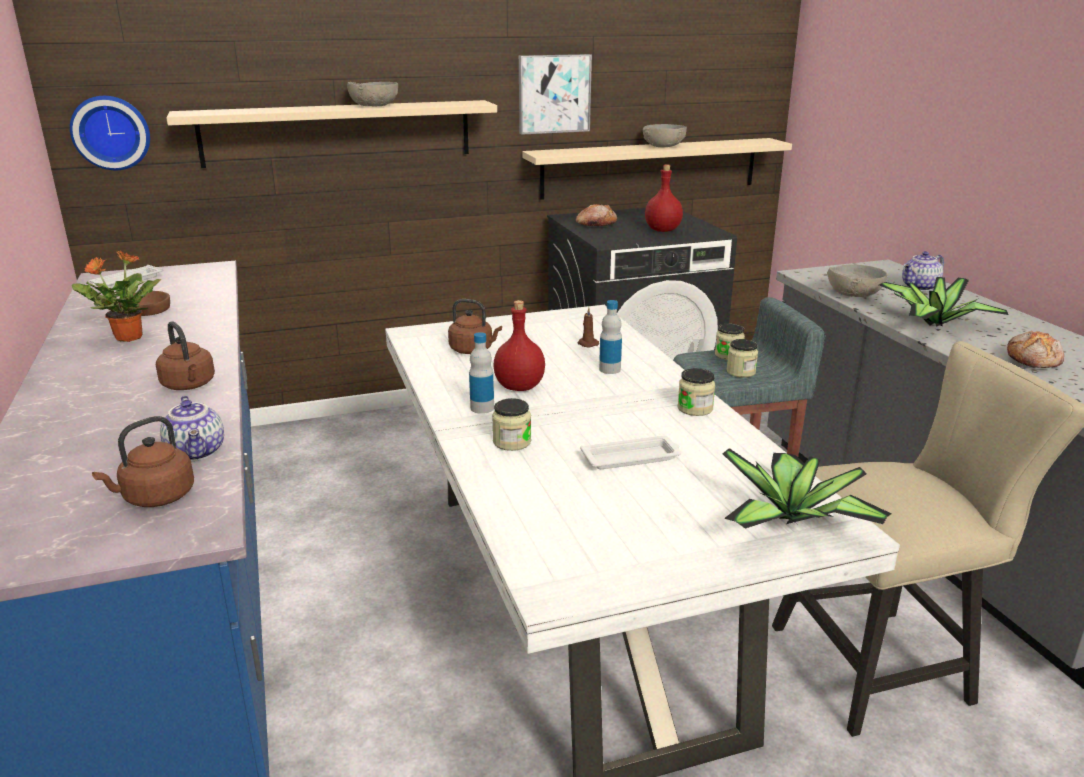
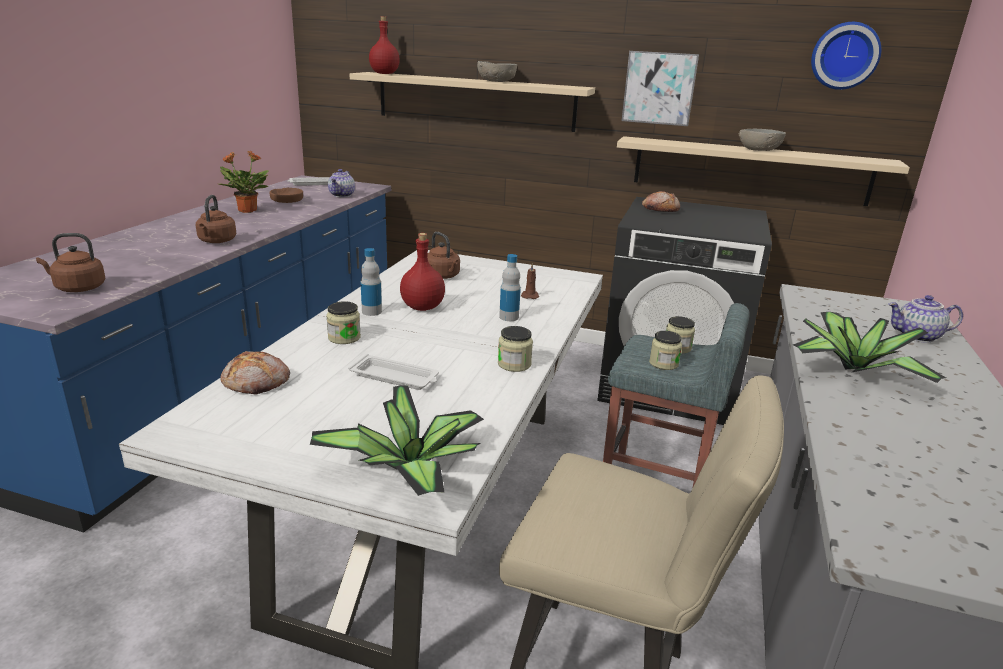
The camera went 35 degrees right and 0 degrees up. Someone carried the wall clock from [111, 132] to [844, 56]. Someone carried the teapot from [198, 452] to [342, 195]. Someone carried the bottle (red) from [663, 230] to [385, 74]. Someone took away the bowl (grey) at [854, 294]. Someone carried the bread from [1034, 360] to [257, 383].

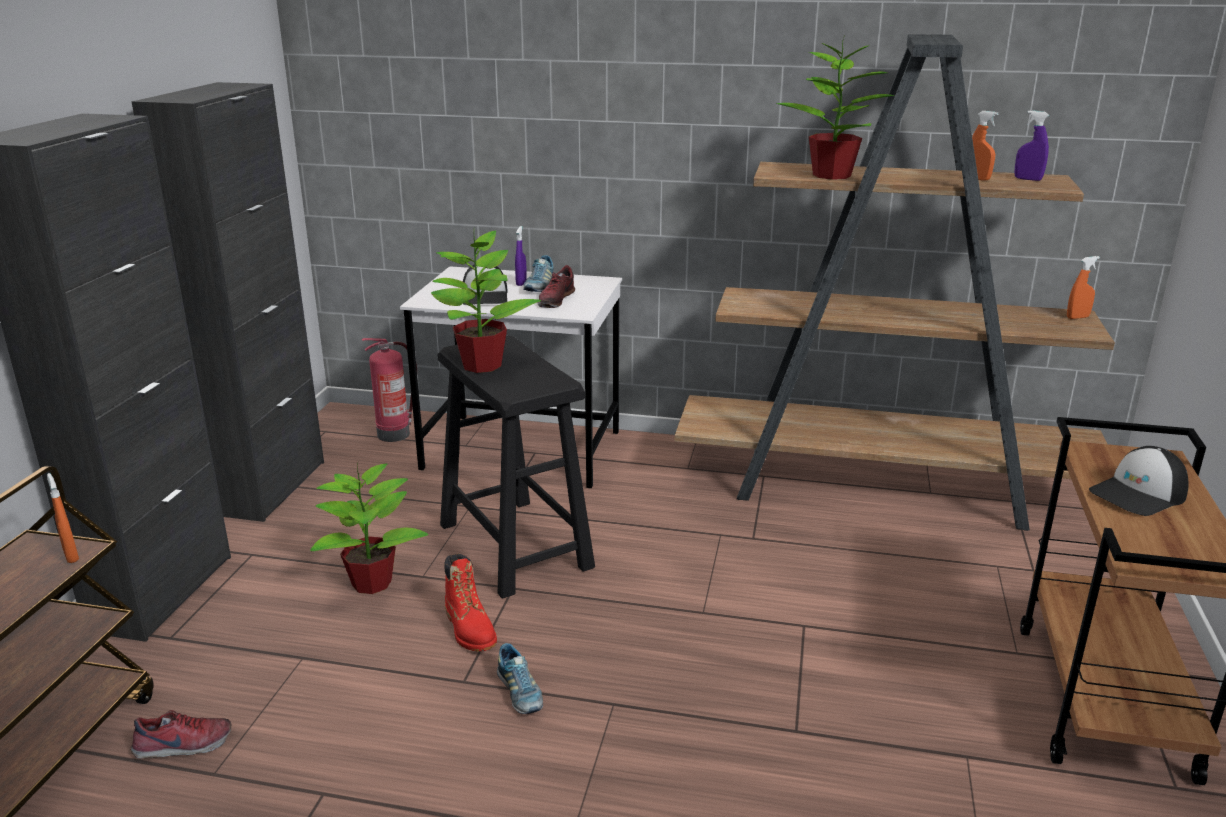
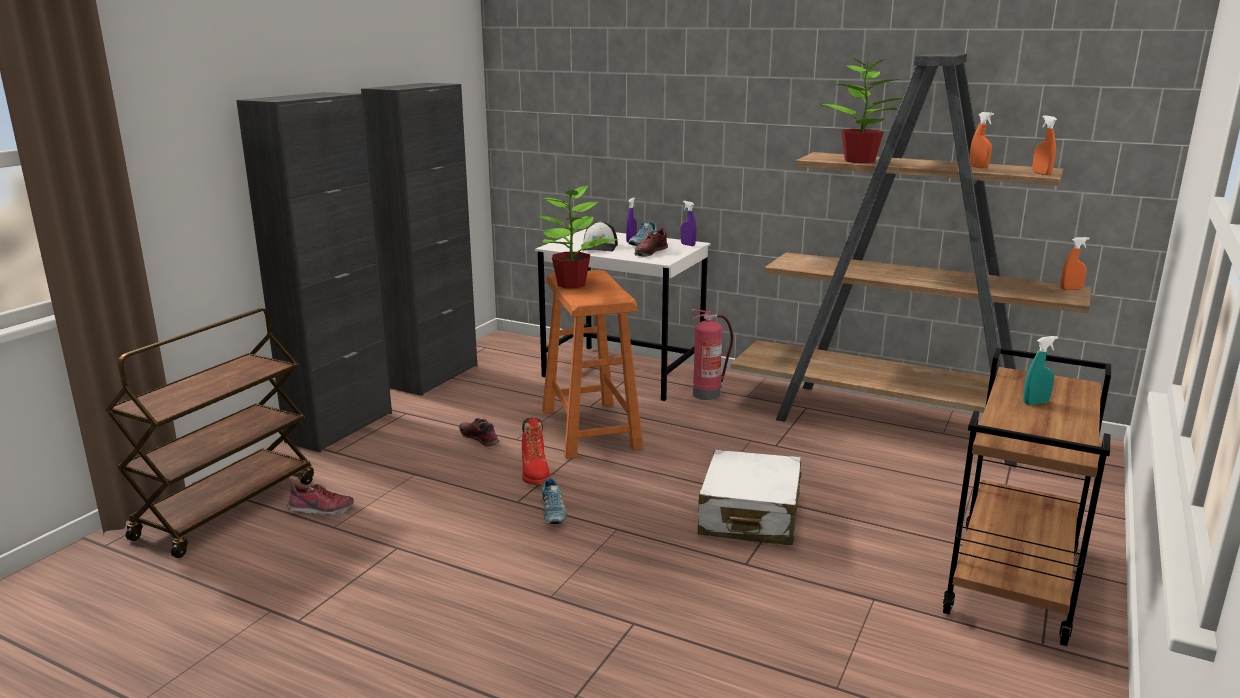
The camera went 15 degrees right and 5 degrees down. Someone carried the spray bottle (orange) from [71, 556] to [1041, 173]. Someone swapped the potted plant at [373, 582] for the shoe at [480, 438]. Someone carried the fire extinguisher from [395, 434] to [707, 394]. Someone repainted the stool (black) at [514, 545], which became the stool (orange) at [590, 429]. Someone carried the spray bottle (purple) from [1028, 179] to [688, 245]. Someone swapped the cap at [1139, 494] for the spray bottle (turquoise) at [1035, 403]. Someone put down the suitcase (white) at [750, 516].

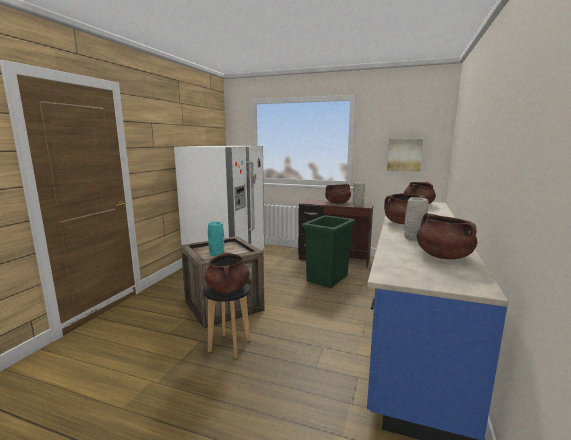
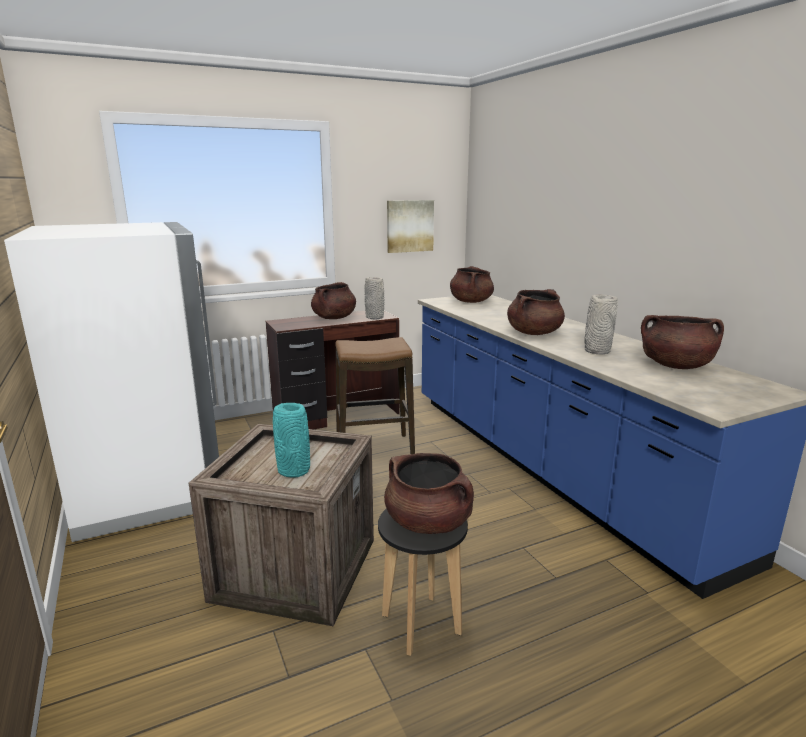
The camera went 45 degrees left and 5 degrees up. Someone swapped the trash can (green) at [326, 278] for the stool at [374, 449].

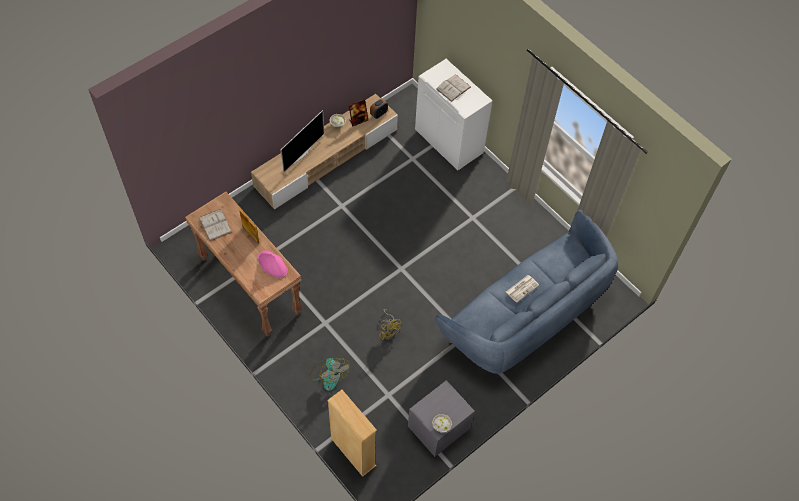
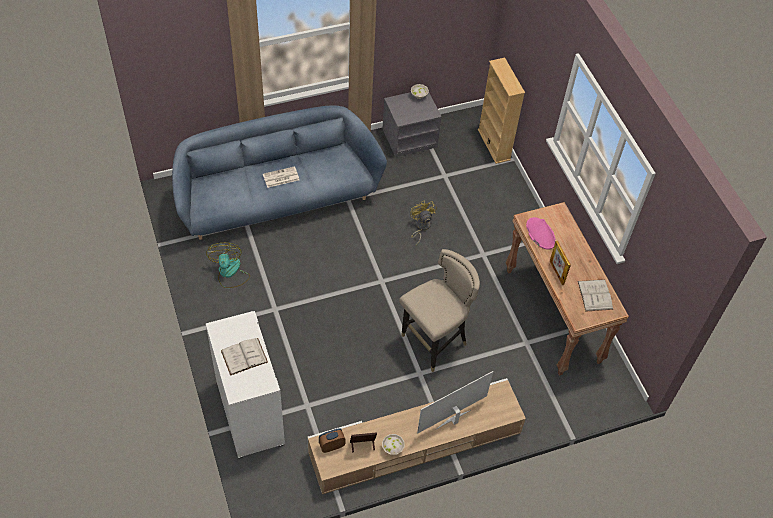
The camera went 160 degrees left and 5 degrees down. Someone carried the fan from [328, 374] to [229, 273]. Someone put down the stool (beige) at [434, 343].

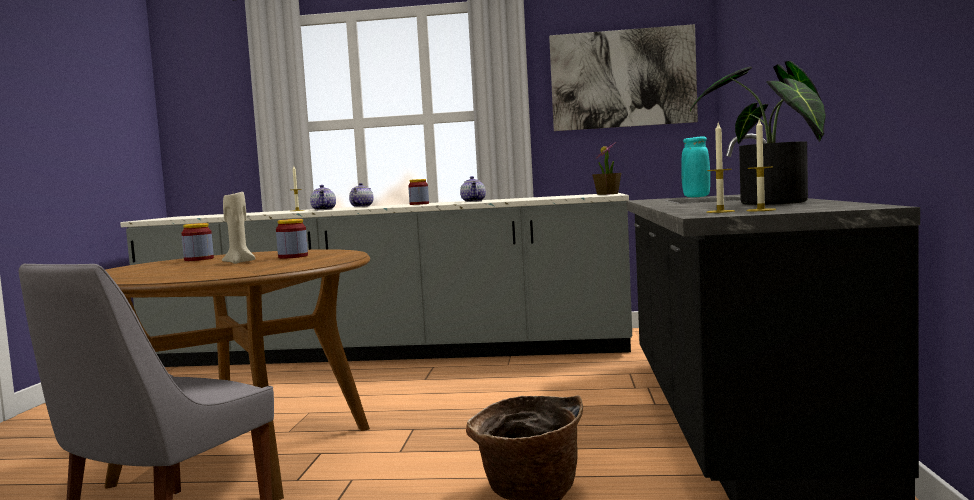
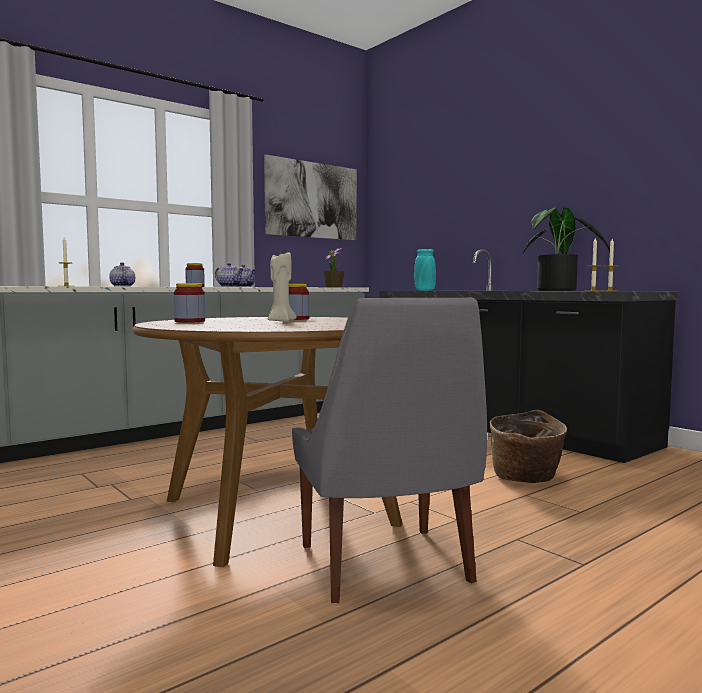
The camera went 45 degrees left and 0 degrees up. Someone carried the teapot from [324, 209] to [230, 286].

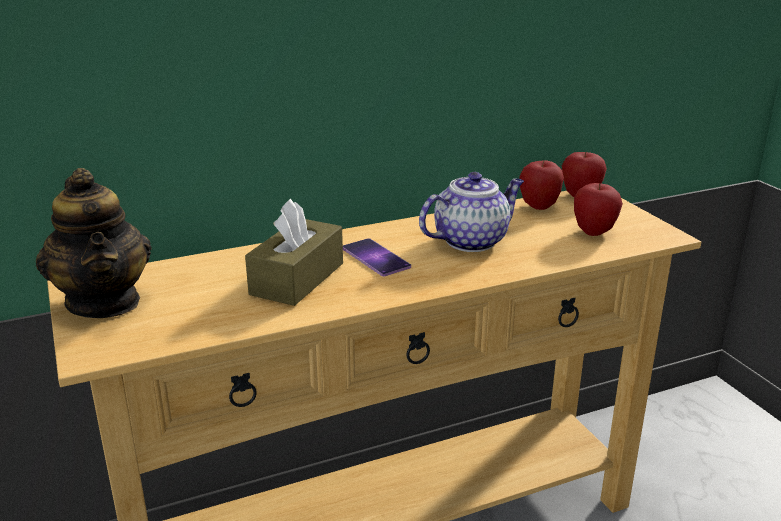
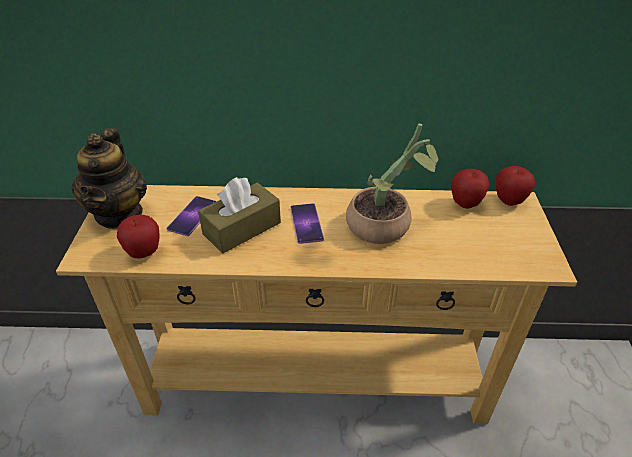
The camera went 25 degrees right and 15 degrees up. Someone swapped the teapot at [471, 241] for the potted plant at [386, 226]. Someone carried the apple from [594, 232] to [144, 253]. Someone put down the phone at [192, 216].

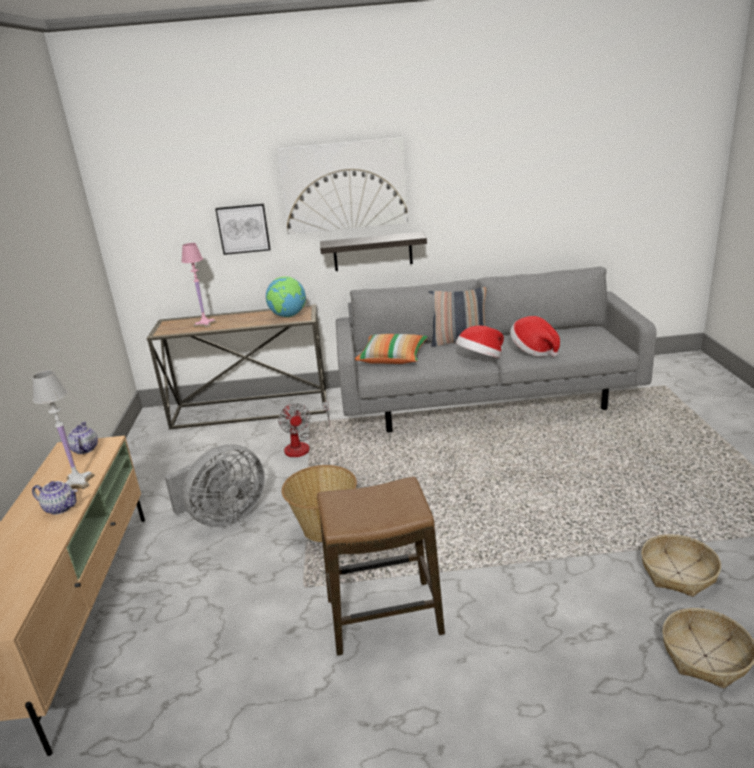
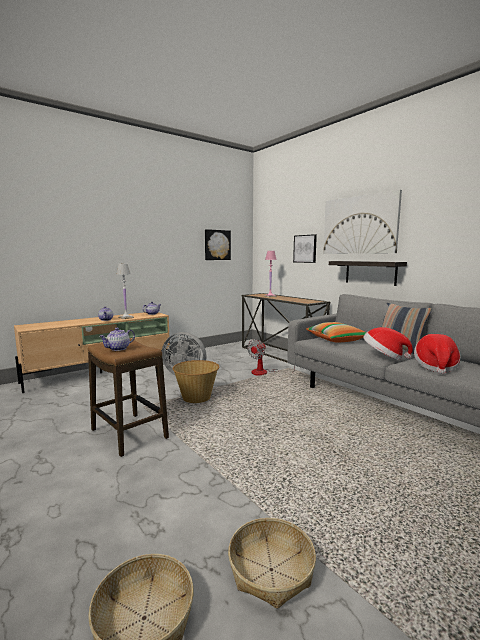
The camera went 55 degrees right and 15 degrees down. Someone took away the globe at [288, 316]. Someone put down the teapot at [118, 349]. Someone put up the picture at [217, 245].

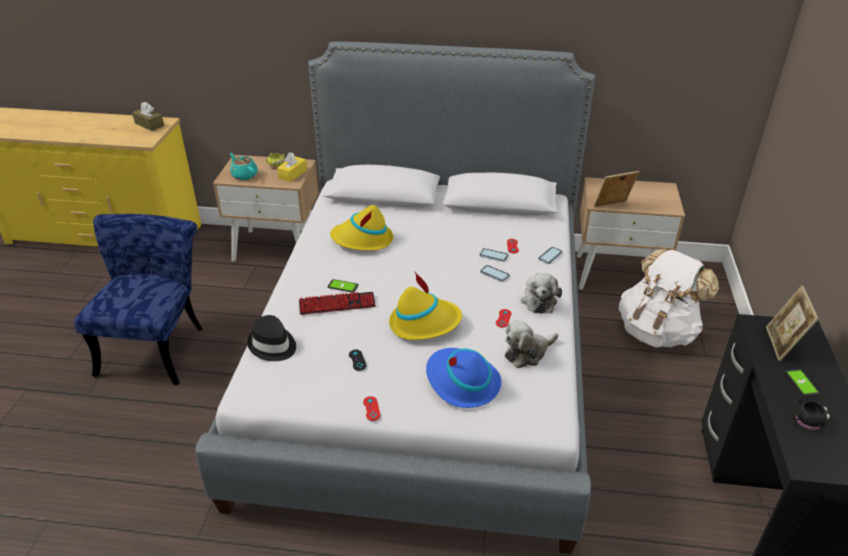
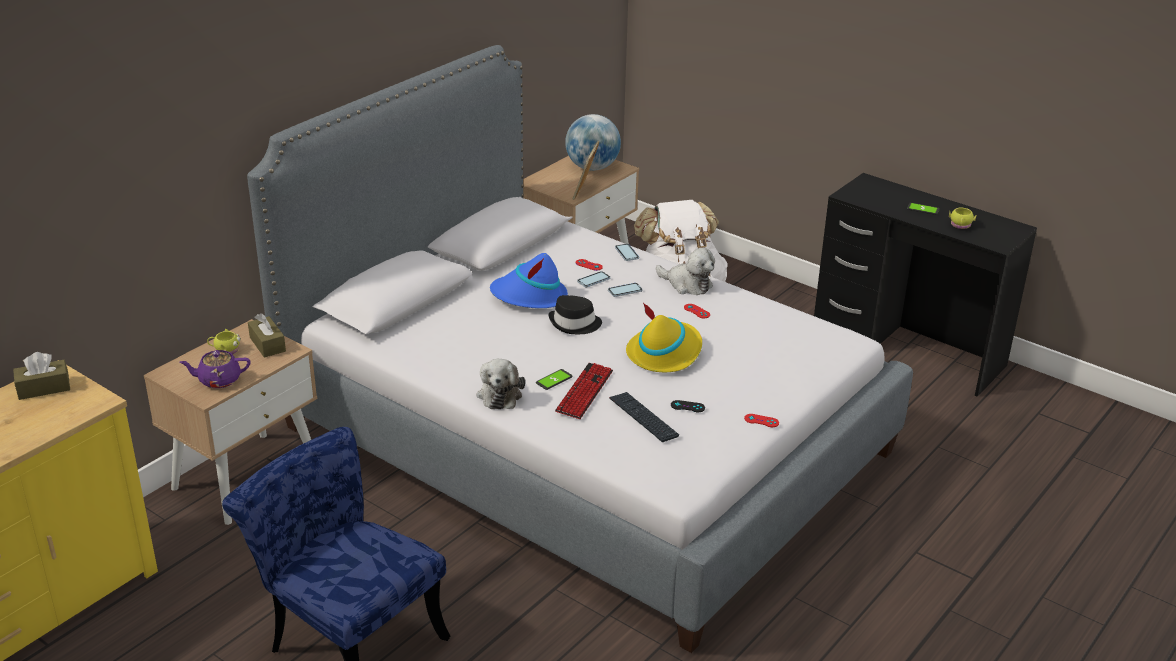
The camera went 60 degrees left and 5 degrees down. Someone repainted the teapot (turquoise) at [244, 175], which became the teapot (purple) at [218, 380]. Someone carried the hat (black) from [272, 345] to [575, 324]. Someone repainted the tissue box (yellow) at [293, 174], which became the tissue box (brown) at [267, 344]. Someone took away the hat (yellow) at [362, 240]. Someone carried the hat (blue) from [462, 382] to [529, 297]. Someone carried the plush toy from [527, 353] to [500, 394]. Someone took away the picture frame at [782, 345]. Someone repainted the mug (black) at [806, 422], which became the mug (yellow) at [960, 225]. Someone put down the globe at [592, 168]. Someone put down the keyboard at [643, 418].

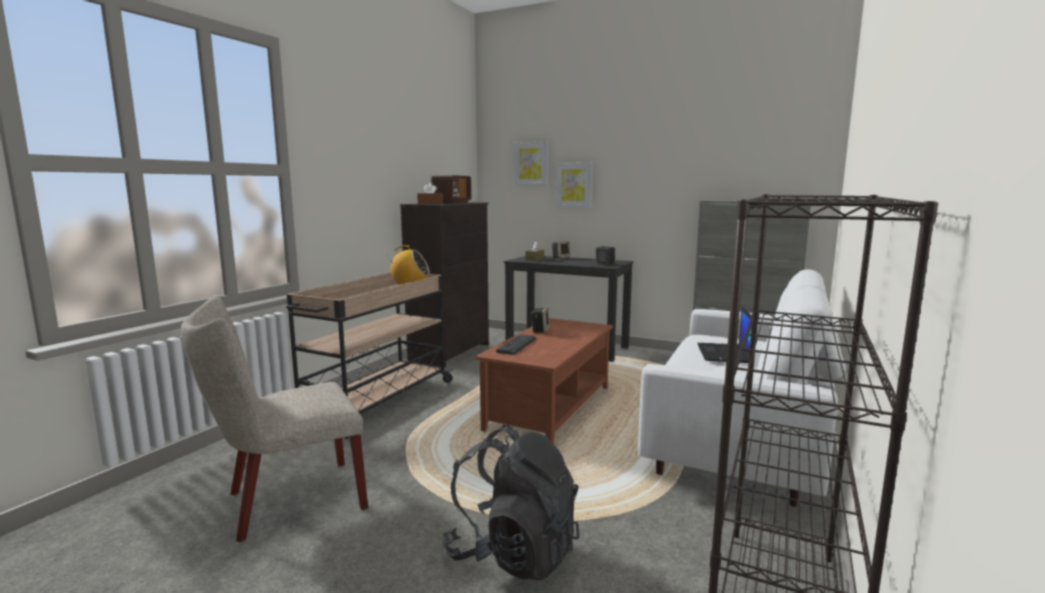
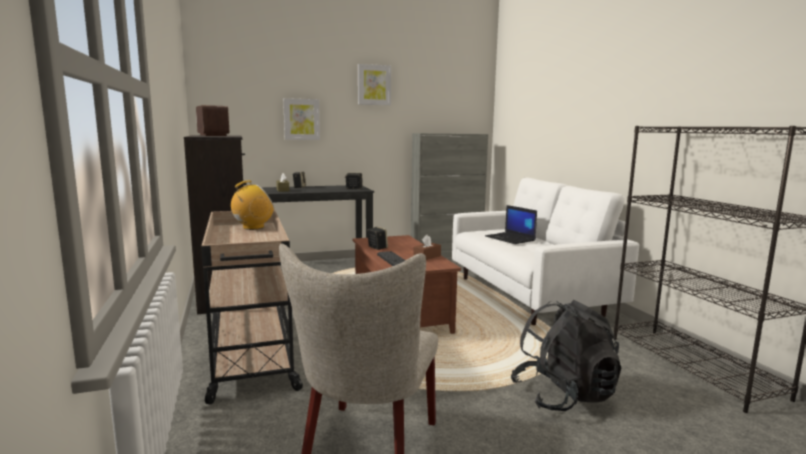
The camera went 45 degrees left and 0 degrees up. Someone carried the tissue box (brown) from [430, 203] to [427, 257]. Someone carried the picture from [531, 163] to [374, 85].

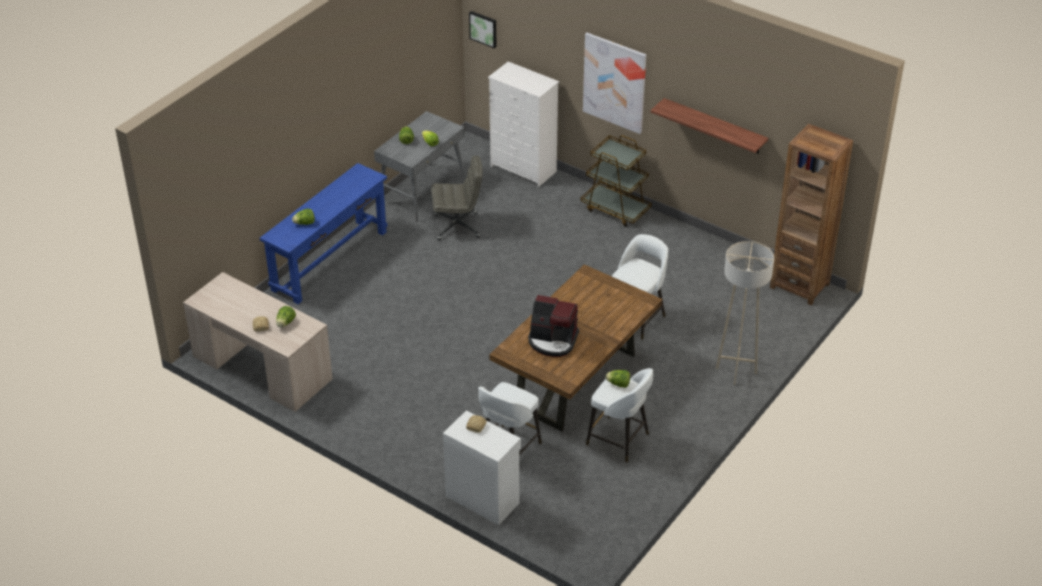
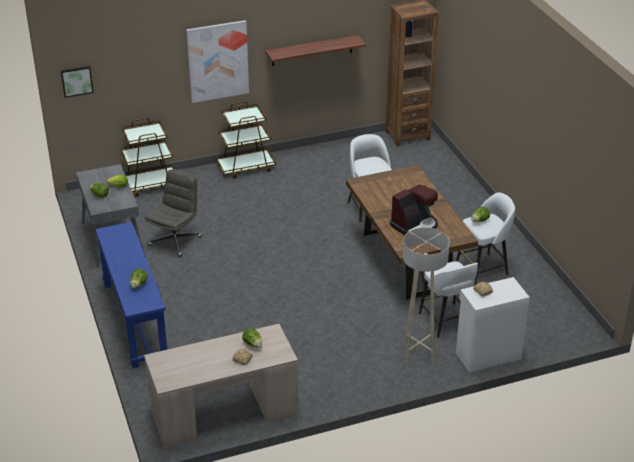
The camera went 55 degrees left and 5 degrees down. Someone swapped the dresser (white) at [523, 169] for the cart (brown) at [150, 185]. Someone carried the floor lamp (beige) from [736, 371] to [418, 354].

